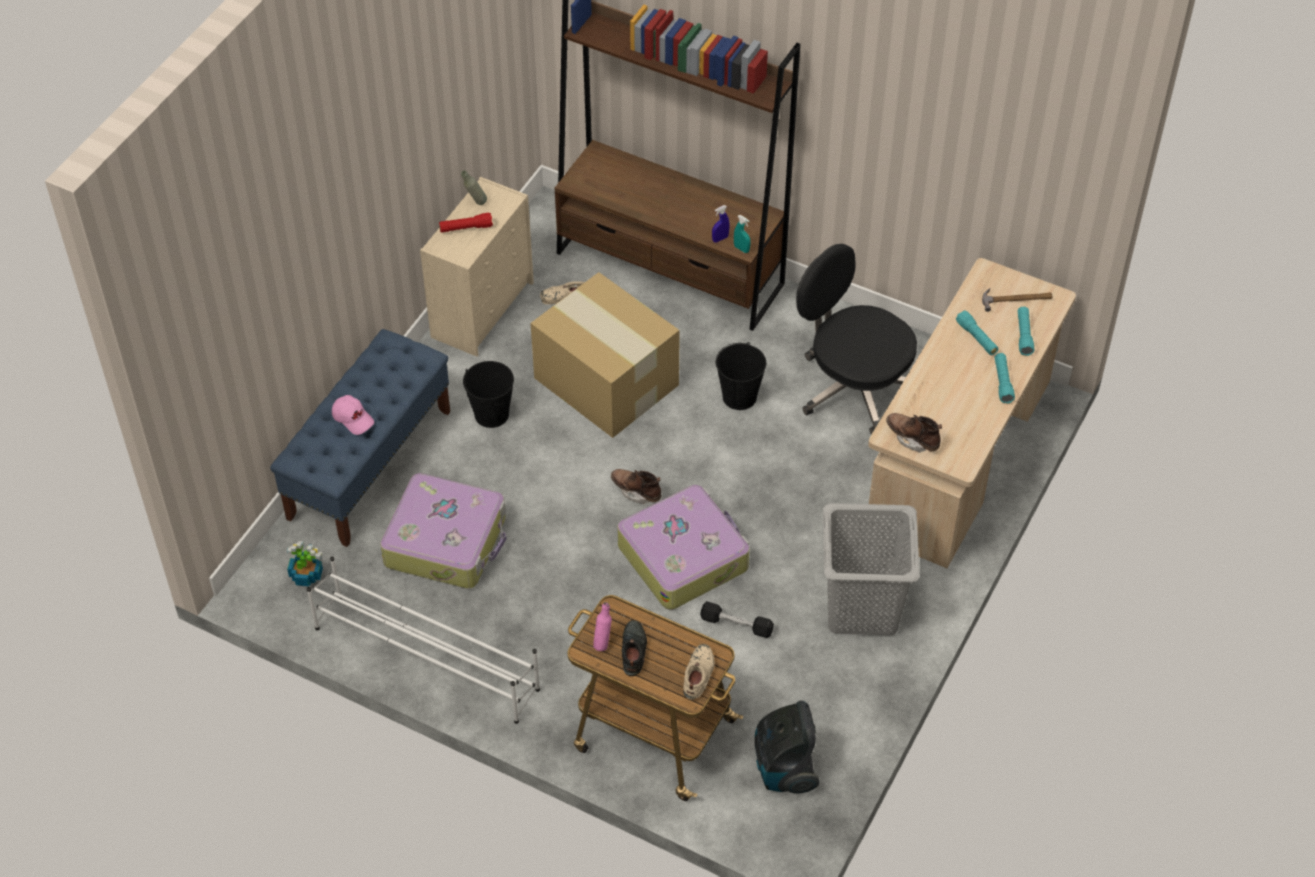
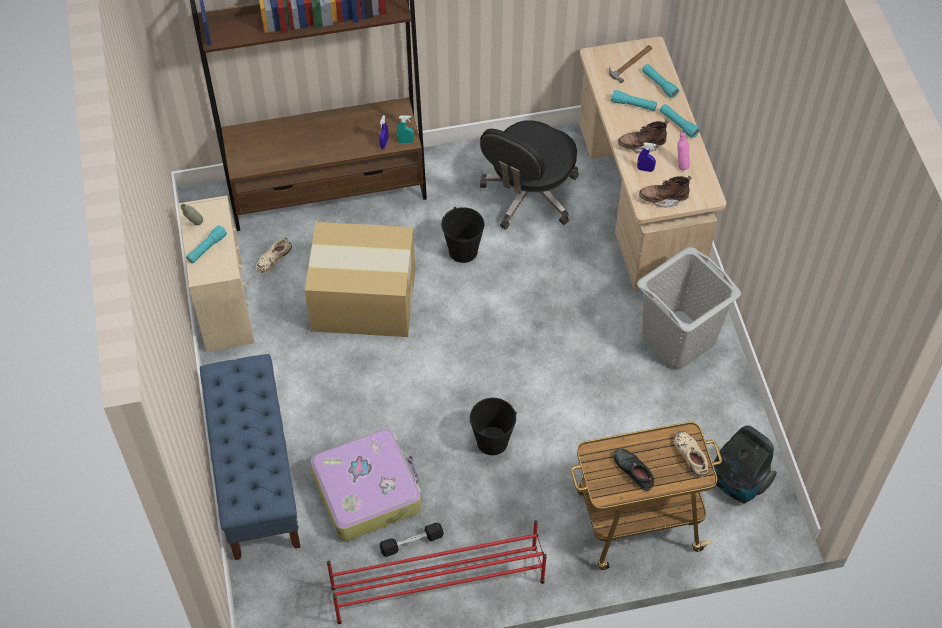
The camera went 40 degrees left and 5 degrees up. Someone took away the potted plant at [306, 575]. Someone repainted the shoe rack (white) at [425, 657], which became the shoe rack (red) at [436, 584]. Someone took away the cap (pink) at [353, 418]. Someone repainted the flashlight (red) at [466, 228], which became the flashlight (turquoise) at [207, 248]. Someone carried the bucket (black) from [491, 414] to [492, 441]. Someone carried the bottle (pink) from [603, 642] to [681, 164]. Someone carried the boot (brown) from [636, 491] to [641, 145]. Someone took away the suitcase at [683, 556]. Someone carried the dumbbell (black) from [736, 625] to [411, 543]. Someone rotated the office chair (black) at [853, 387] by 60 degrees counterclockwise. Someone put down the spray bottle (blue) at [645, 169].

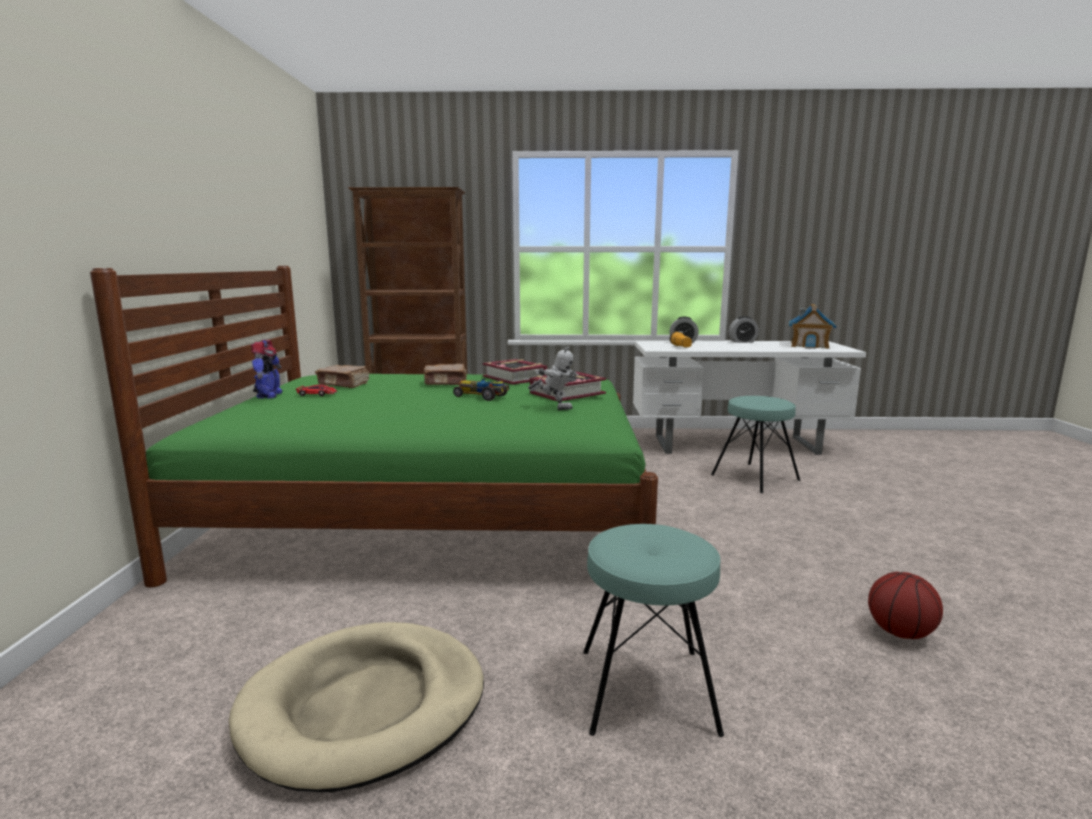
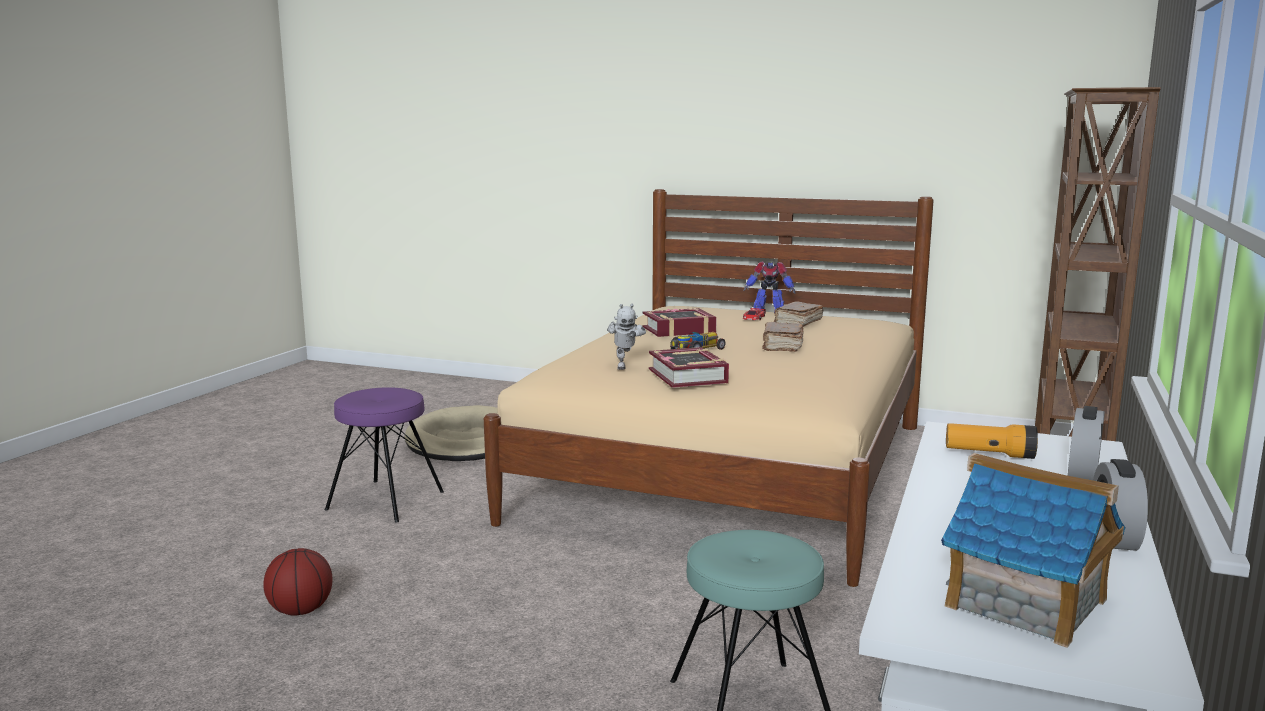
The camera went 110 degrees right and 0 degrees up. Someone repainted the bed (green) at [434, 513], which became the bed (beige) at [731, 470]. Someone carried the book from [515, 378] to [679, 330]. Someone rotated the toy robot at [554, 408] by 45 degrees counterclockwise. Someone repainted the stool (turquoise) at [646, 689], which became the stool (purple) at [385, 501].

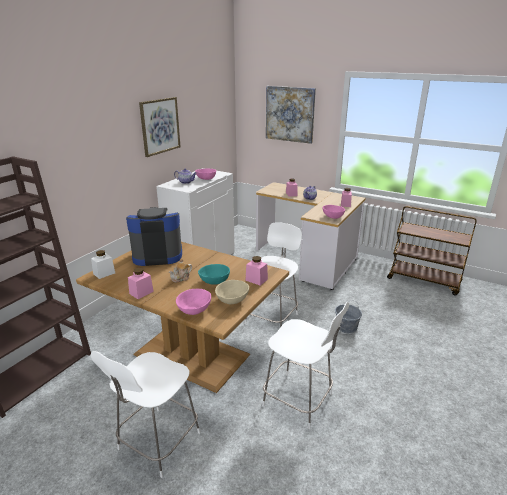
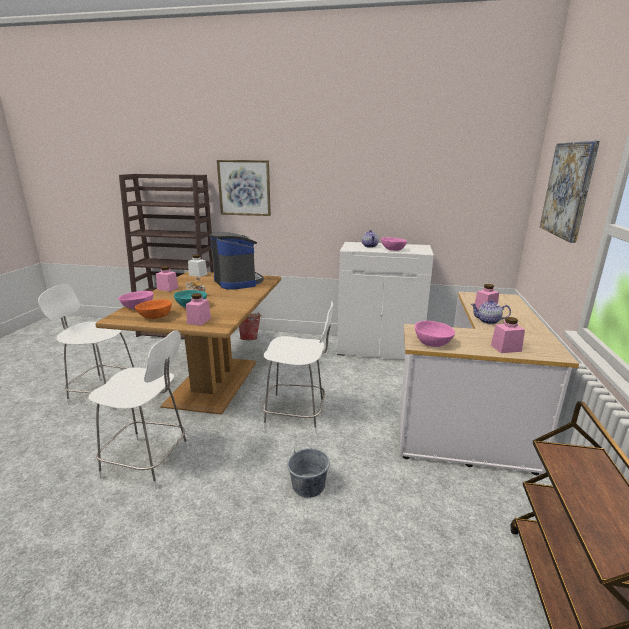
The camera went 70 degrees right and 5 degrees down. Someone carried the picture from [160, 126] to [244, 188]. Someone repainted the bowl (beige) at [232, 300], which became the bowl (orange) at [156, 317]. Someone rotated the chair (white) at [299, 401] by 90 degrees counterclockwise. Someone put down the bucket at [250, 338].

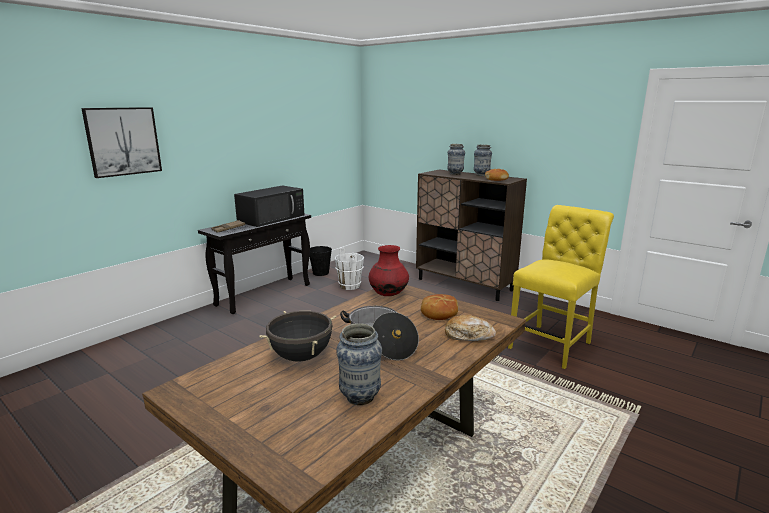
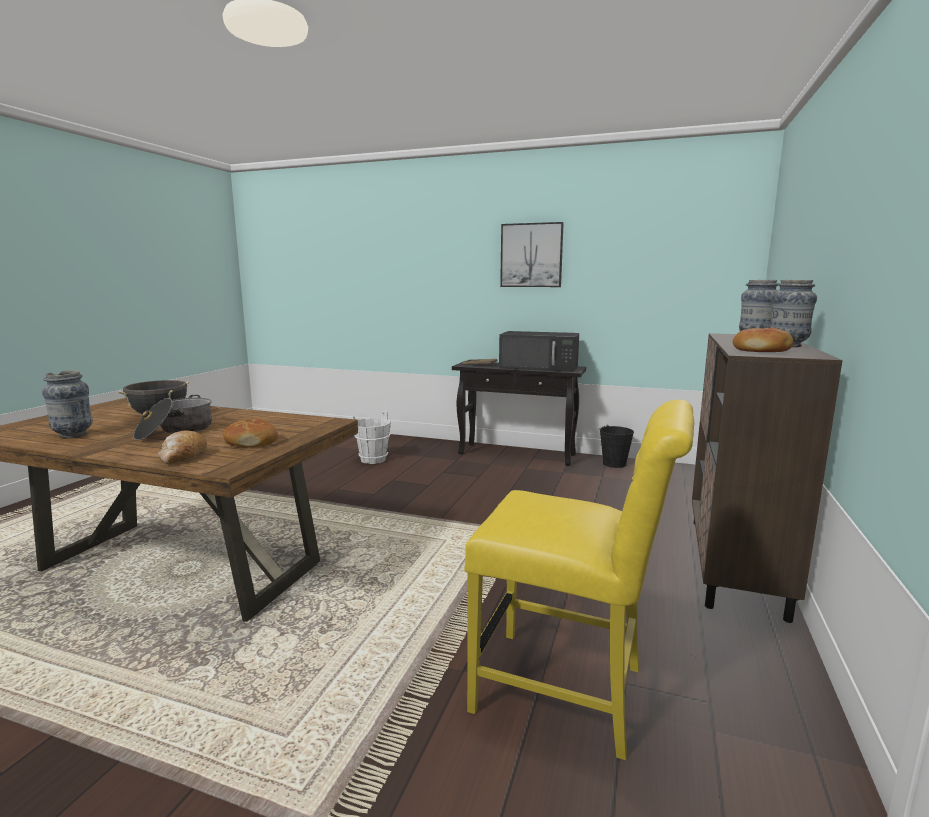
The camera went 70 degrees right and 5 degrees down. Someone carried the picture from [123, 141] to [531, 255]. Someone carried the bucket (white) from [350, 286] to [373, 460]. Someone took away the vase (red) at [388, 294].

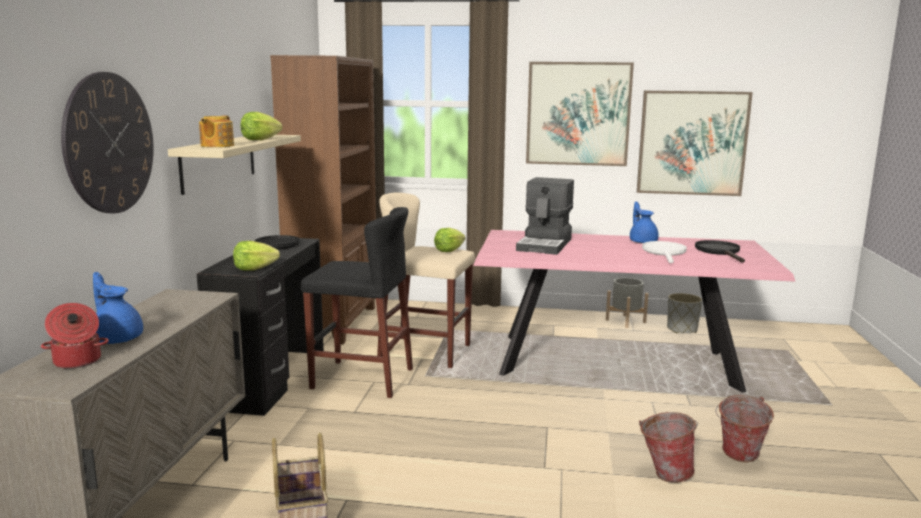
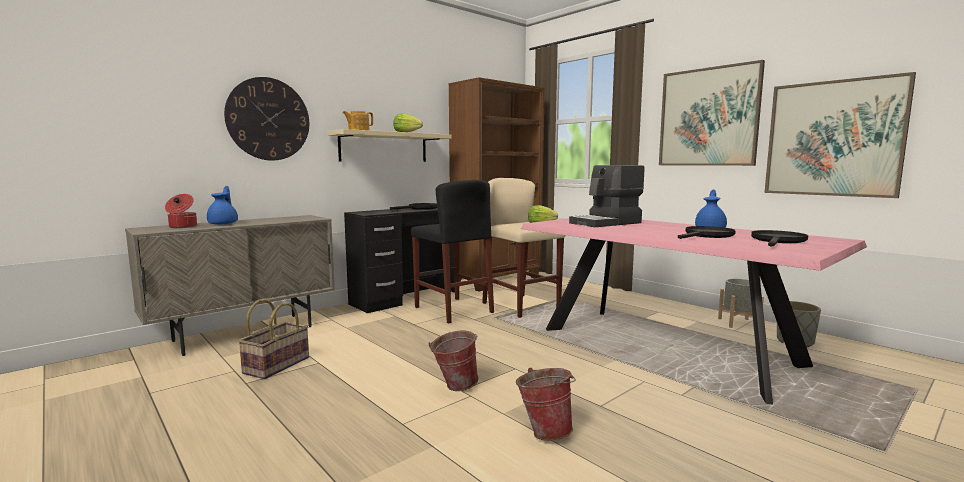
The camera went 40 degrees right and 5 degrees down. Someone took away the lettuce at [254, 268]. Someone repainted the frying pan (white) at [665, 253], which became the frying pan (black) at [706, 235]. Someone carried the bucket from [738, 457] to [454, 386].

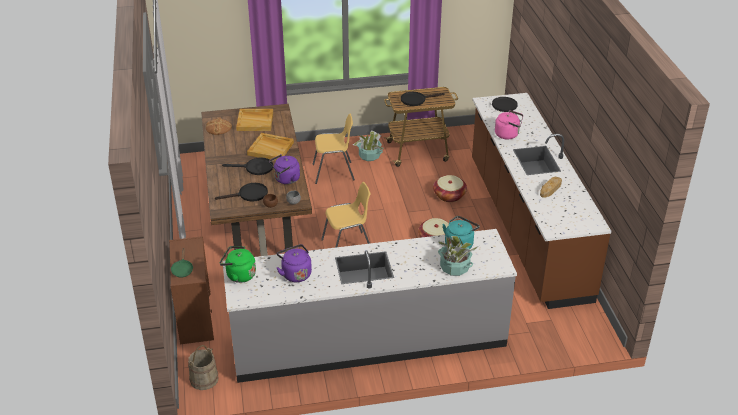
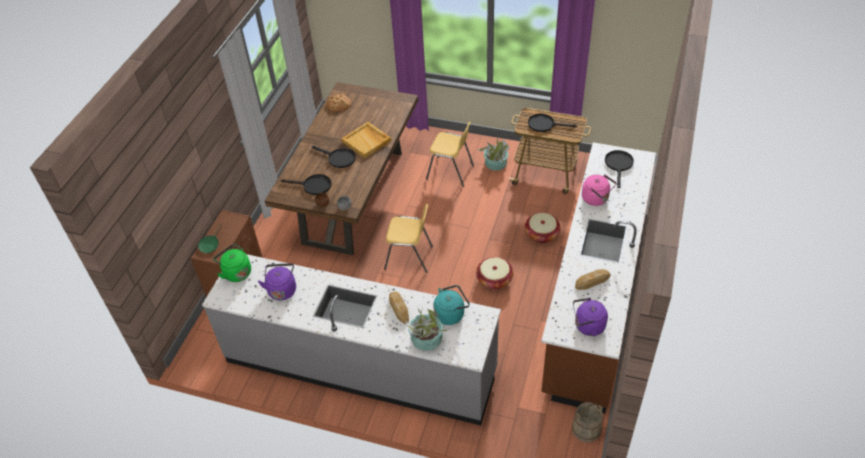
The camera went 30 degrees right and 10 degrees up. Someone carried the bucket (beige) from [204, 379] to [586, 429]. Someone took away the tray (beige) at [255, 121]. Someone carried the kettle (purple) from [285, 179] to [587, 326]. Someone put down the bread at [399, 308].

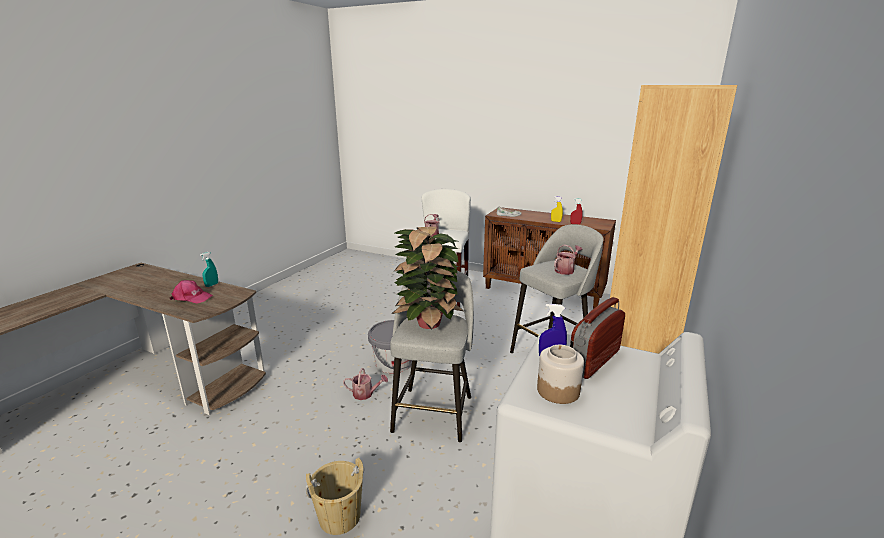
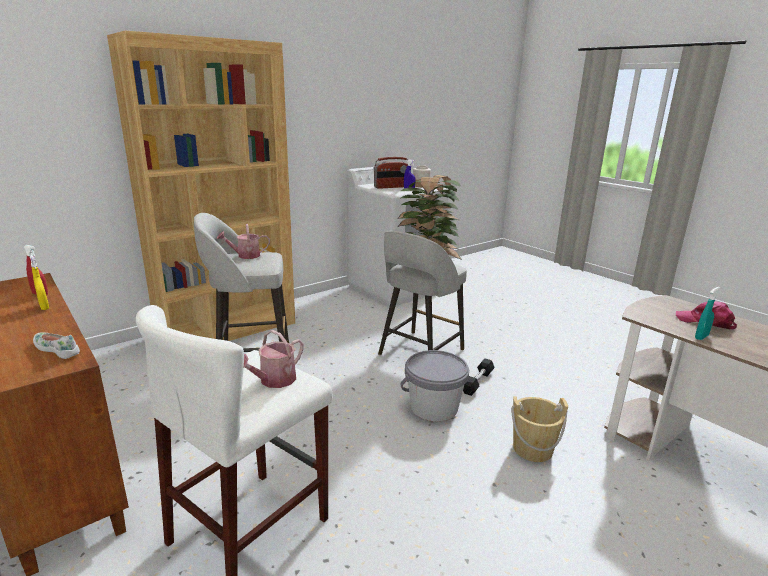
The camera went 155 degrees left and 0 degrees up. Someone carried the bucket (beige) from [340, 517] to [532, 449]. Someone swapped the watering can at [366, 394] for the dumbbell (black) at [477, 382].

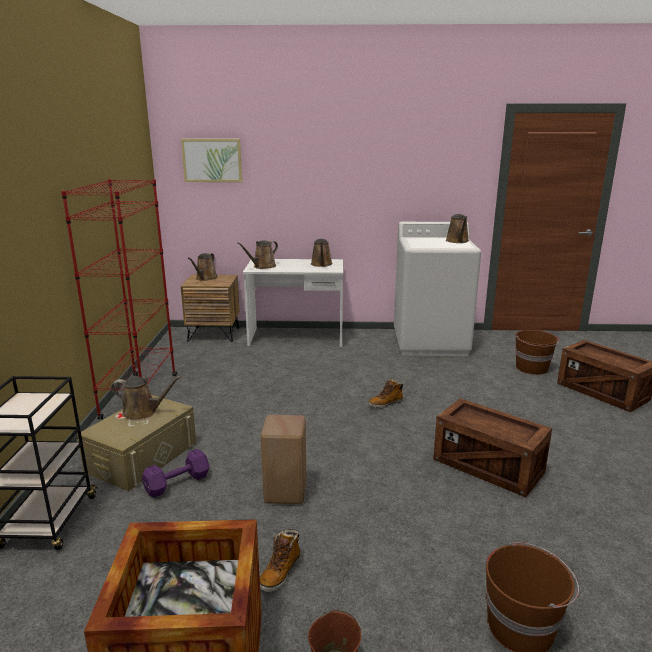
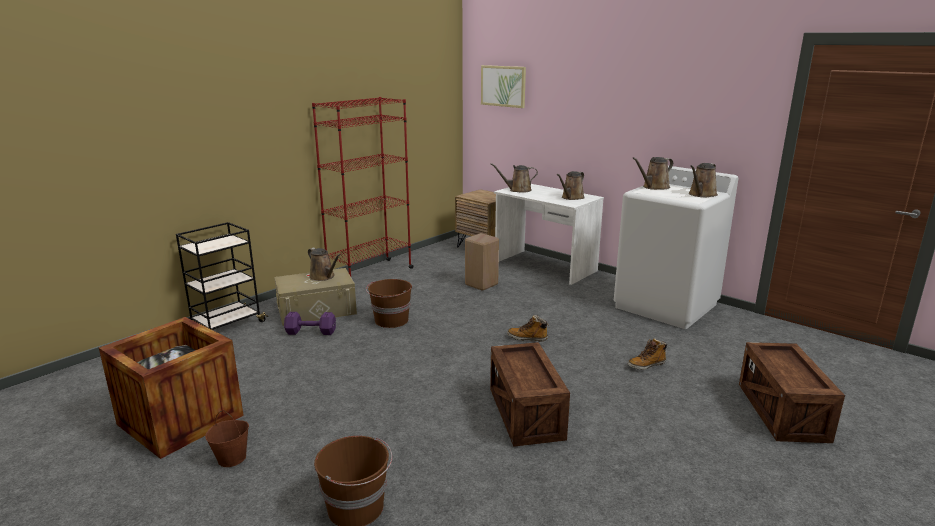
The camera went 40 degrees right and 0 degrees up. Someone carried the watering can (brown) from [205, 278] to [654, 187]. Someone carried the boot from [280, 572] to [646, 365]. Someone carried the stool (beige) from [284, 493] to [480, 285]. Someone carried the bucket (brown) from [532, 368] to [391, 320].

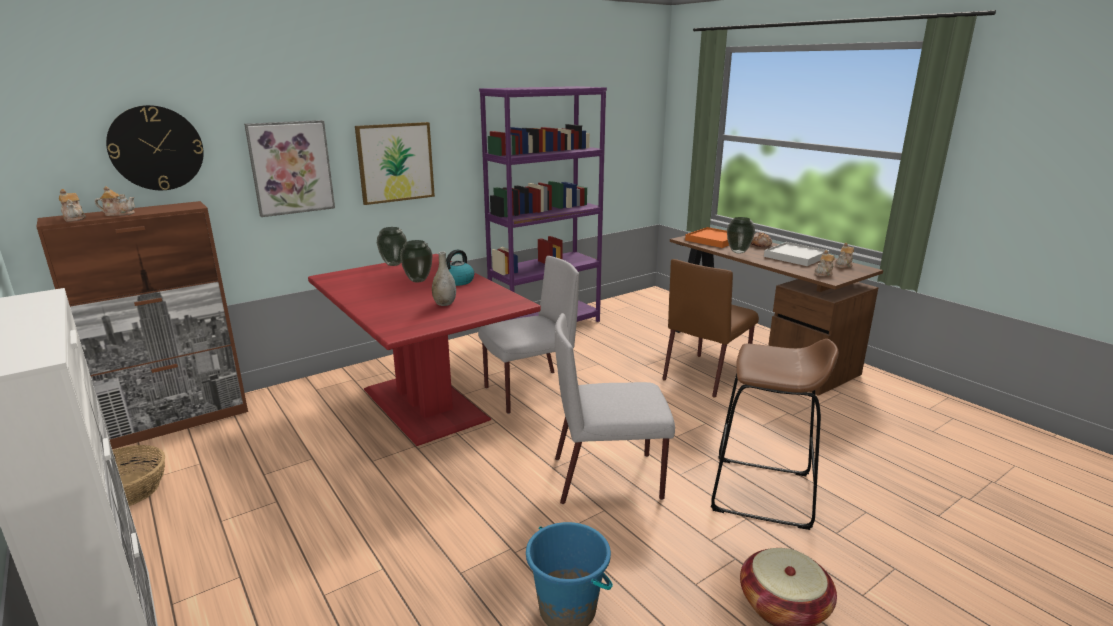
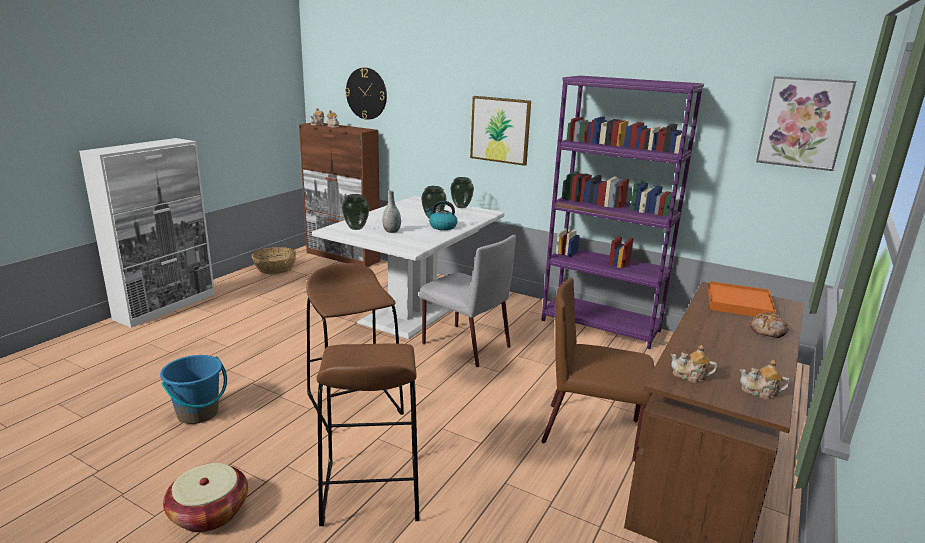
The camera went 65 degrees right and 0 degrees up. Someone carried the picture from [291, 167] to [803, 123]. Someone repainted the dining table (red) at [426, 403], which became the dining table (white) at [414, 312]. Someone swapped the chair (grey) at [609, 478] for the stool (brown) at [354, 404]. Someone carried the vase from [739, 252] to [356, 228]. Someone took away the tray (white) at [796, 257].

